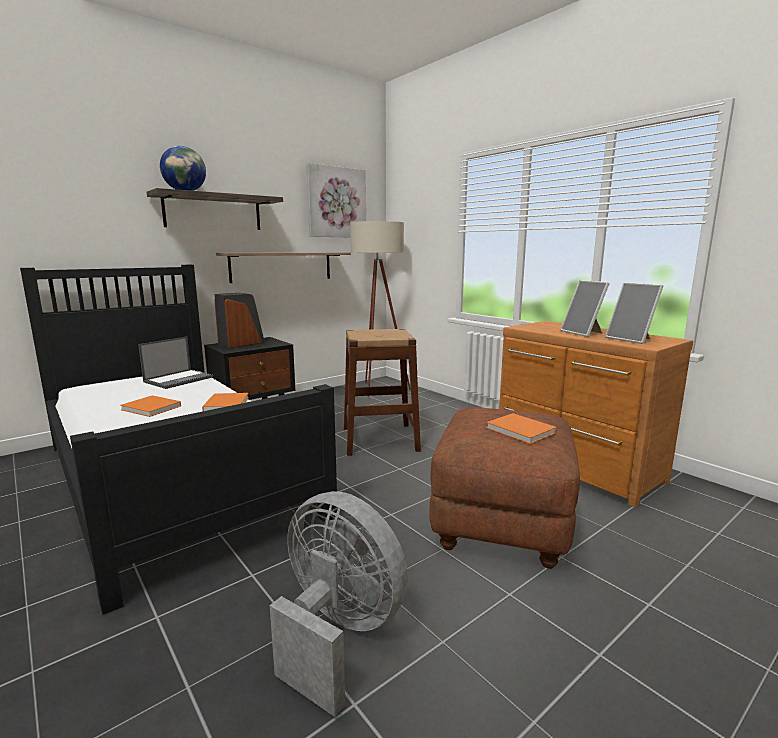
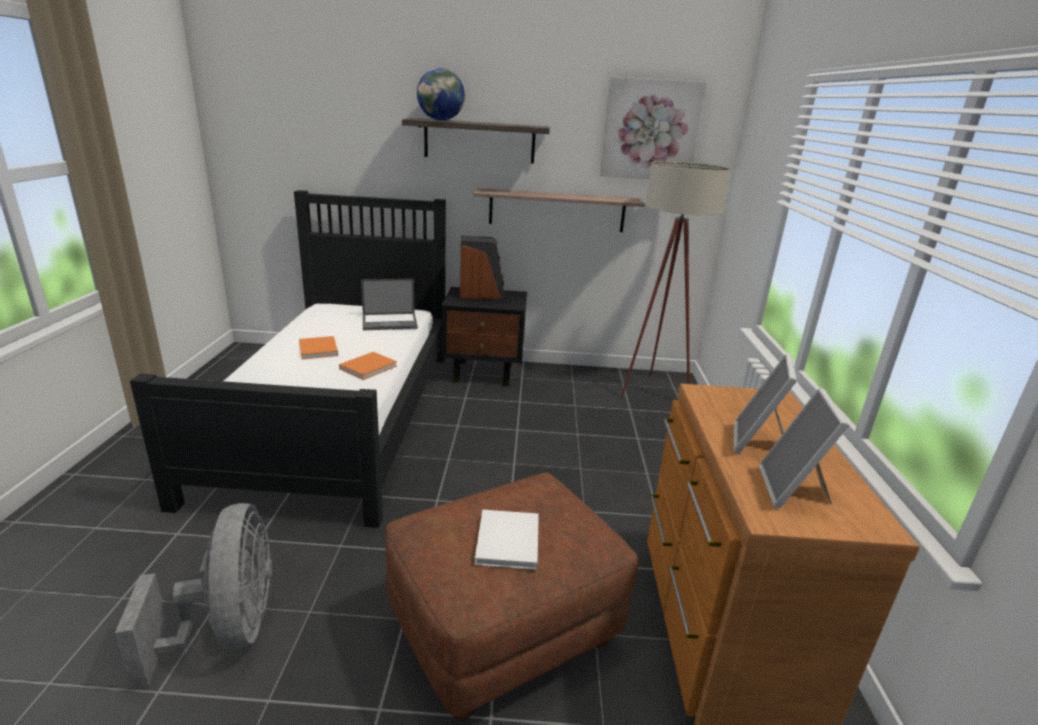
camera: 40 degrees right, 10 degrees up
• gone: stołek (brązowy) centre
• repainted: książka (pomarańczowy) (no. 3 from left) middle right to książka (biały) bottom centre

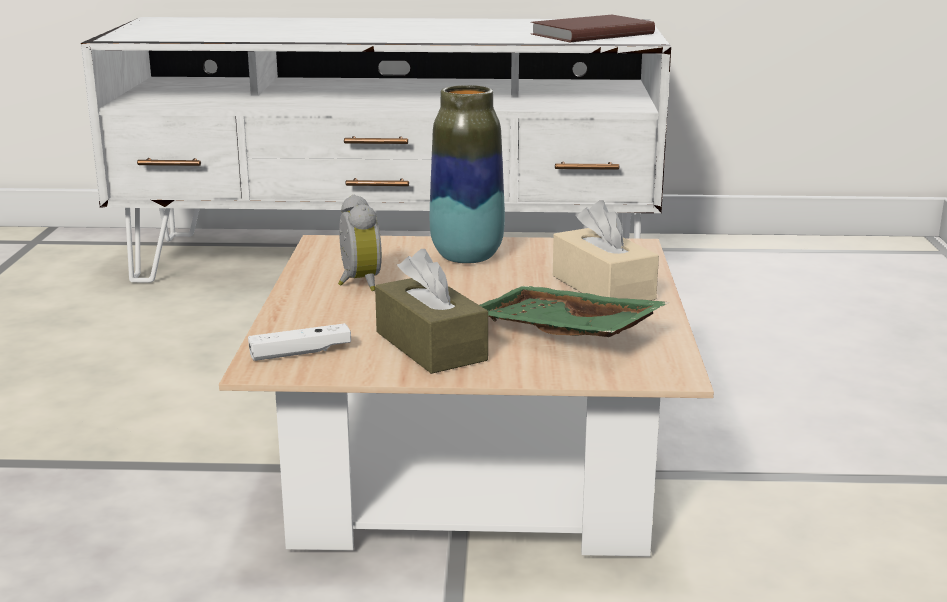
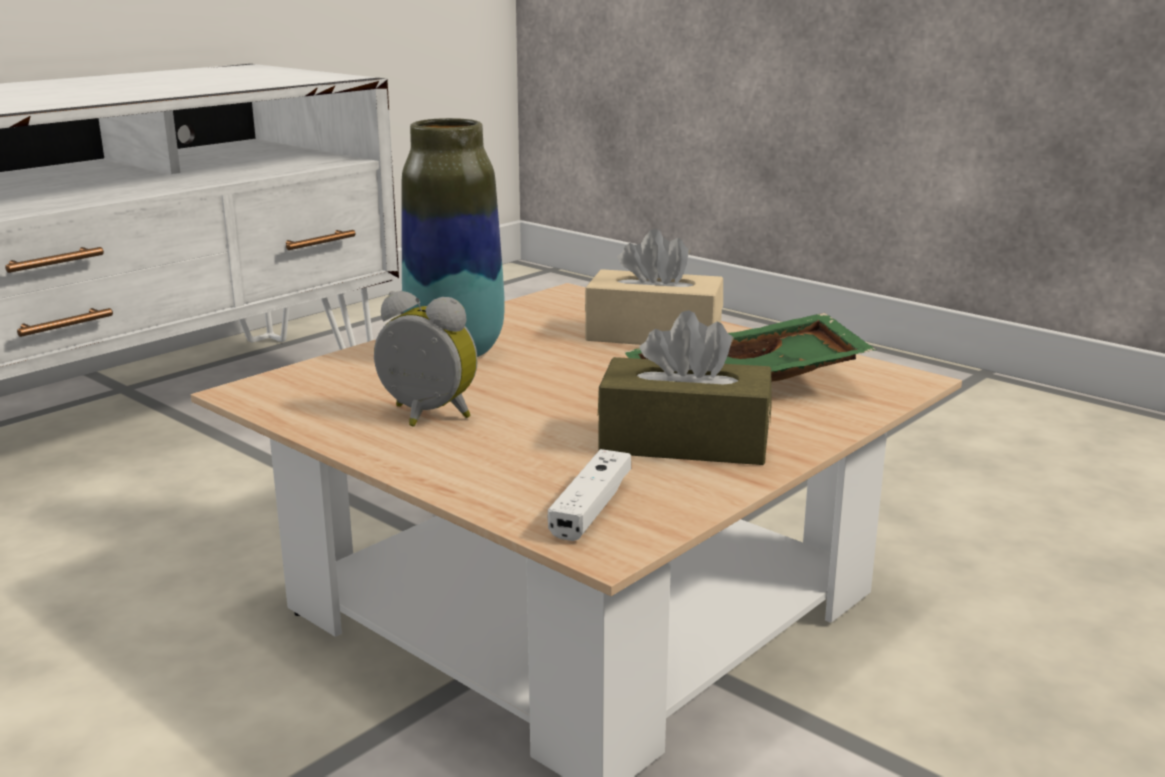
camera: 50 degrees left, 0 degrees up
• gone: książka (brązowy) top centre

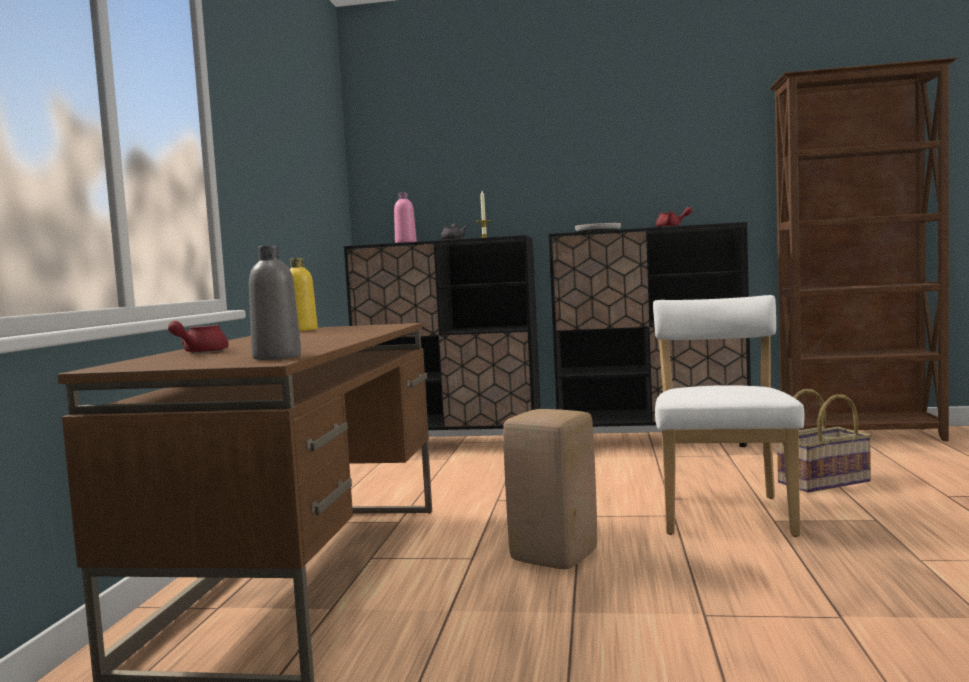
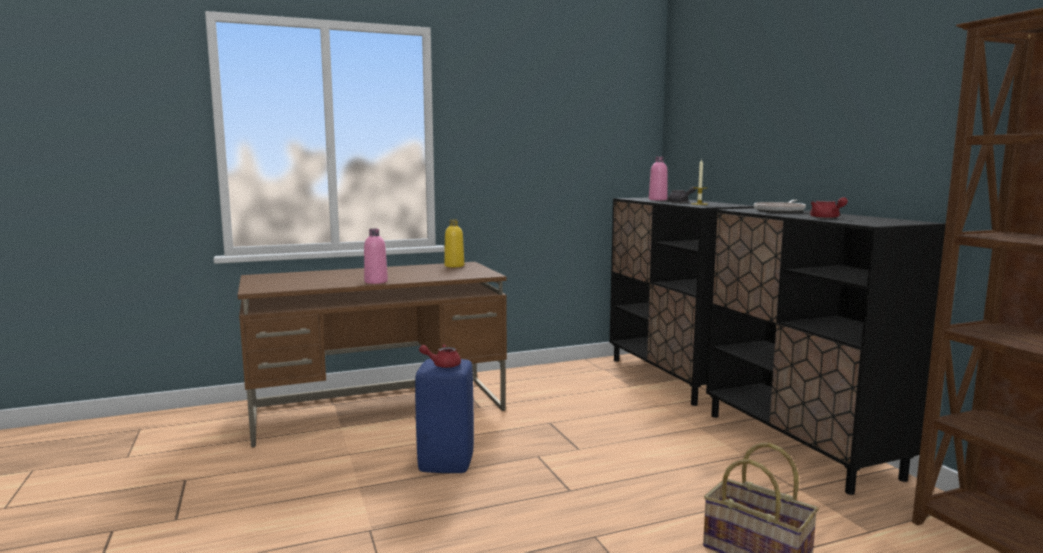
camera: 60 degrees right, 5 degrees up
• gone: butelka (szary) middle left
• gone: krzesło (biały) middle right
• new: butelka (różowy) (no. 1 from left) centre
• shifted: imbryk (czerwony) (no. 1 from left) middle left to centre
• repainted: stołek (beżowy) bottom centre to stołek (niebieski) bottom centre

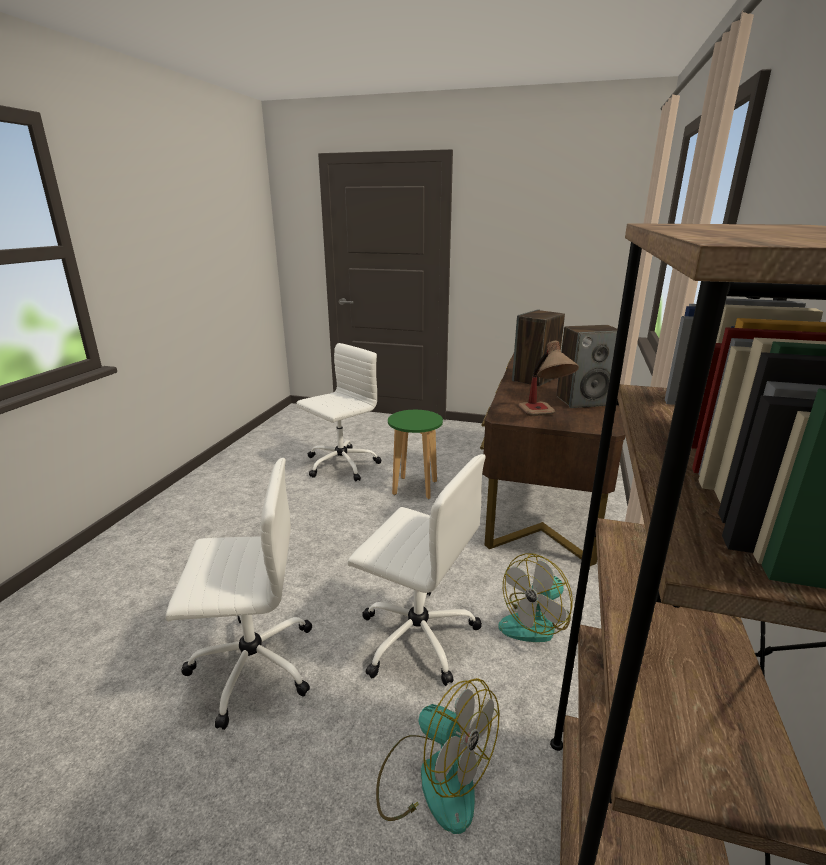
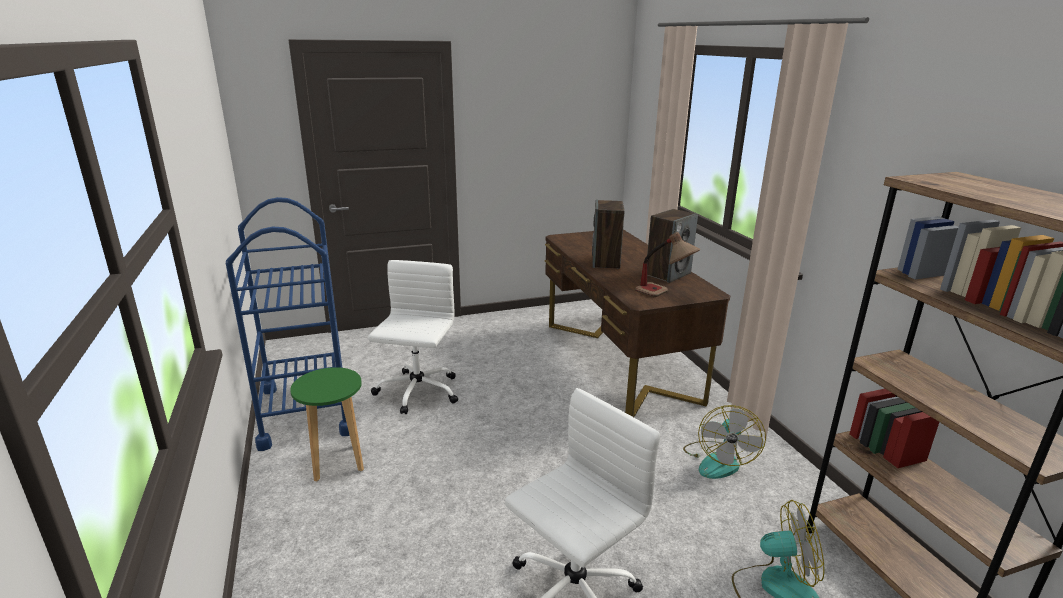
camera: 35 degrees left, 0 degrees up
• gone: krzesło biurowe (biały) (no. 3 from left) centre
• new: wózek (niebieski) middle left
• shifted: stołek (zielony) centre to bottom left

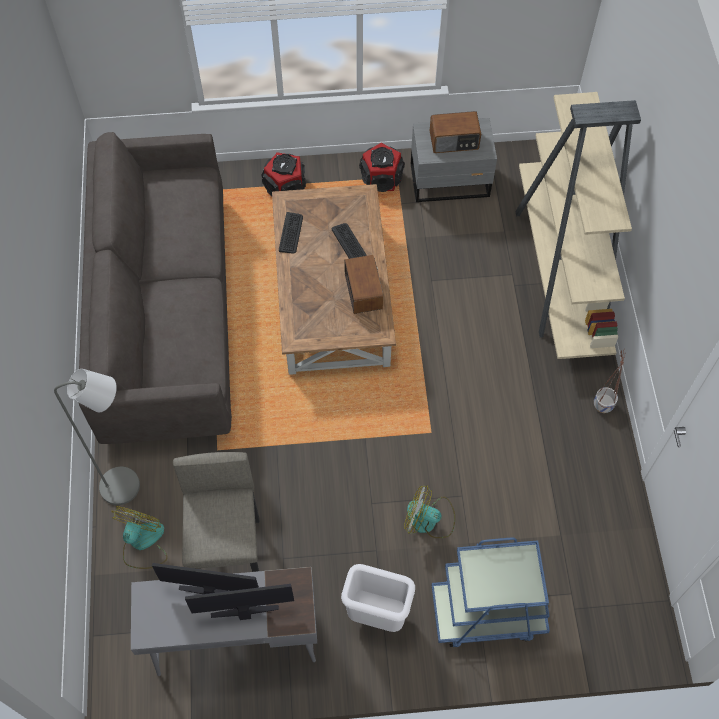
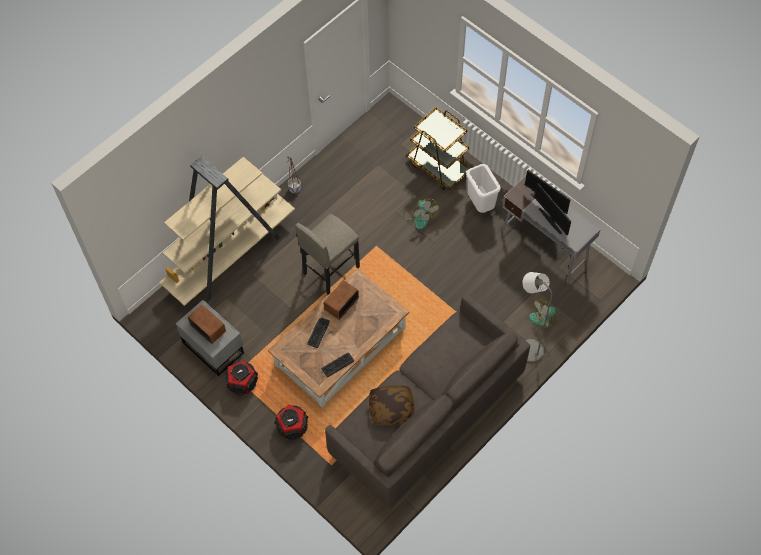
camera: 130 degrees left, 0 degrees up
• new: poduszka bottom centre
• shifted: stołek (szary) bottom left to centre
• repainted: wózek (niebieski) bottom right to wózek (brązowy) top centre

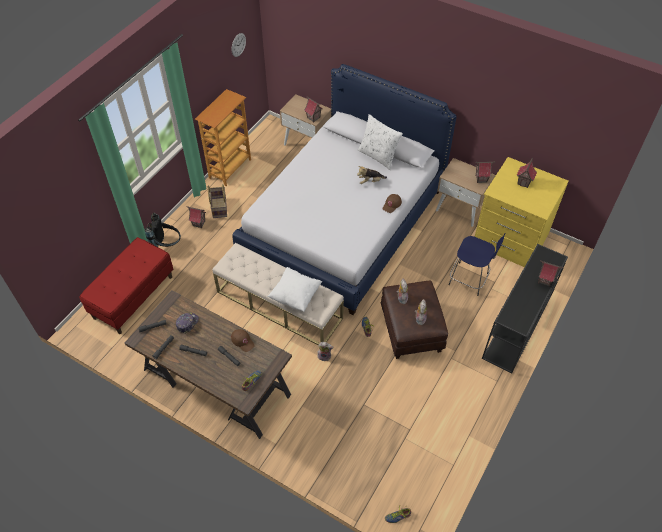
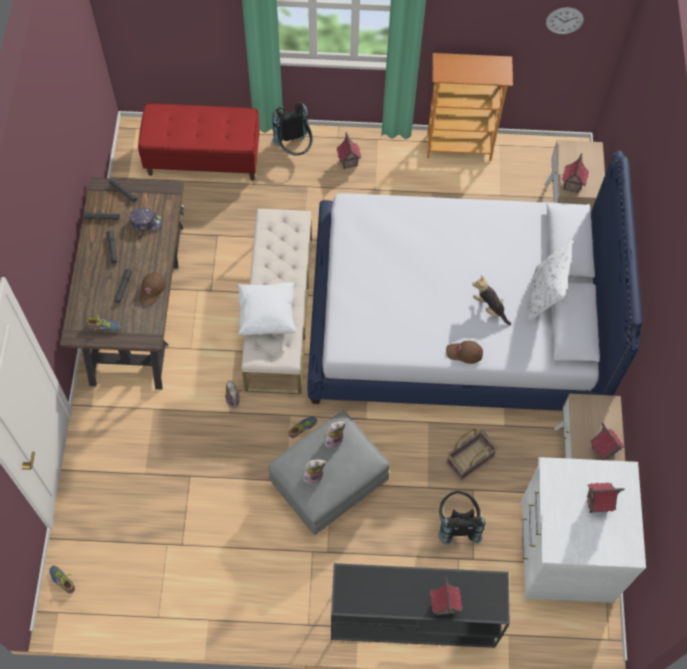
camera: 60 degrees right, 10 degrees up
• shifted: koszyk middle left to bottom right
• swapped: stołek (niebieski) middle right to plecak (czarny) (no. 2 from left) bottom right
• repainted: pufa (brązowy) centre to pufa (szary) bottom centre
• repainted: komoda (żółty) middle right to komoda (biały) bottom right

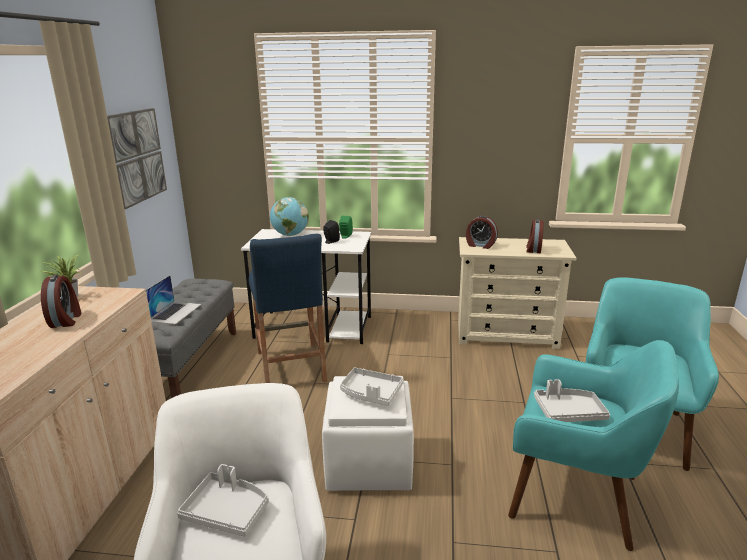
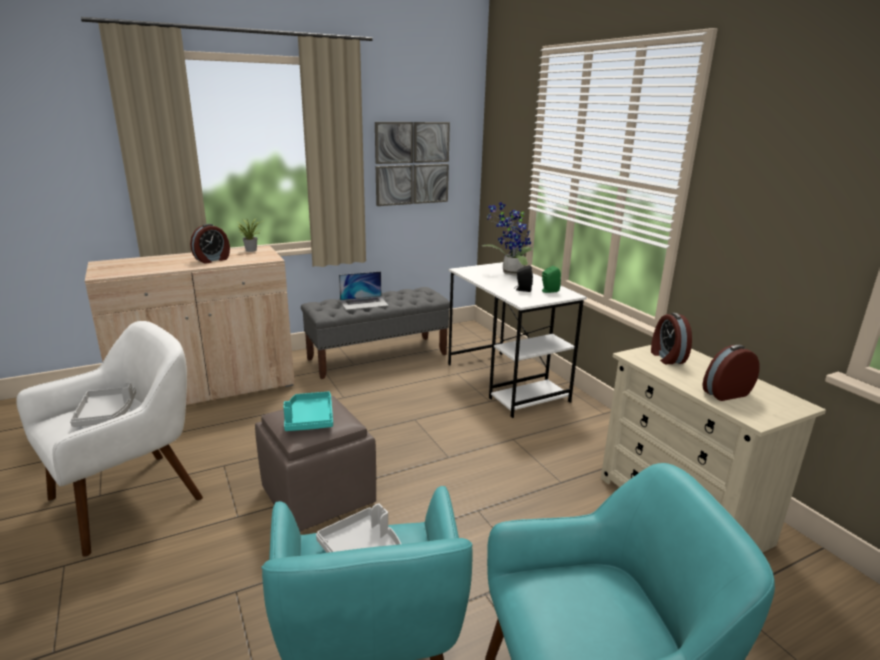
camera: 55 degrees right, 0 degrees up
• gone: stołek (niebieski) centre
• swapped: globus centre to roślina doniczkowa (no. 2 from left) centre
• repainted: pufa (biały) bottom centre to pufa (brązowy) bottom centre
• repainted: taca (szary) (no. 2 from left) bottom centre to taca (turkusowy) centre

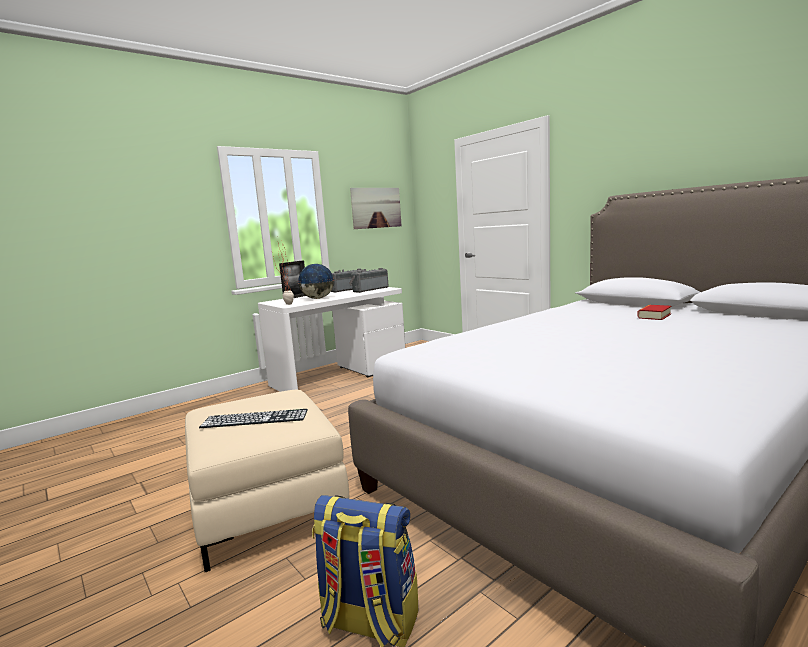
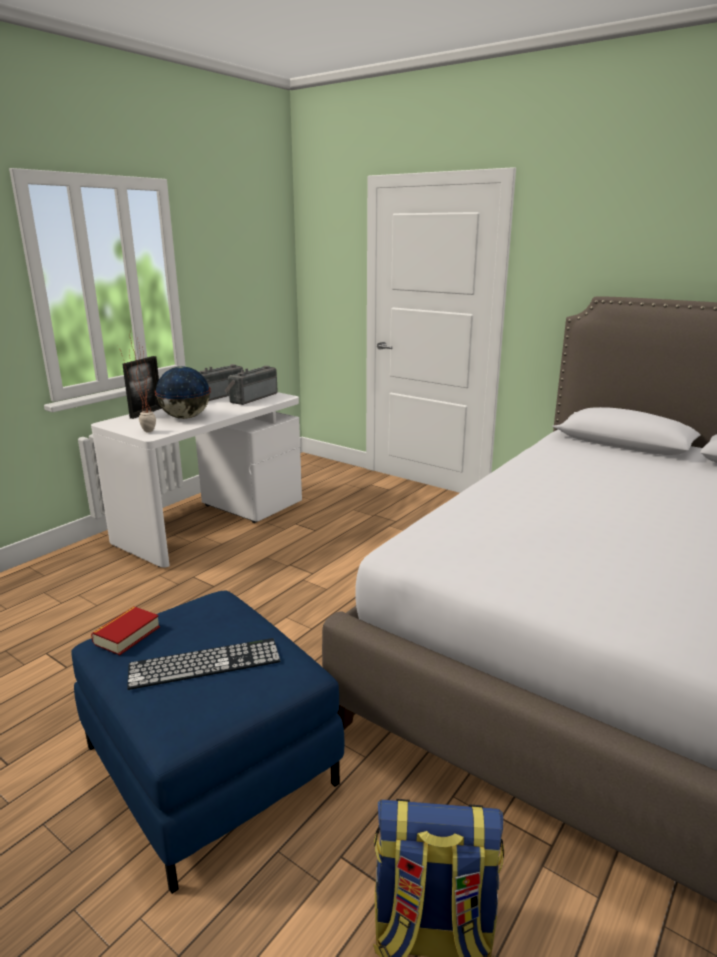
camera: 15 degrees left, 10 degrees up
• gone: obraz top centre
• shifted: książka middle right to middle left
• repainted: pufa (beżowy) bottom left to pufa (niebieski) bottom left

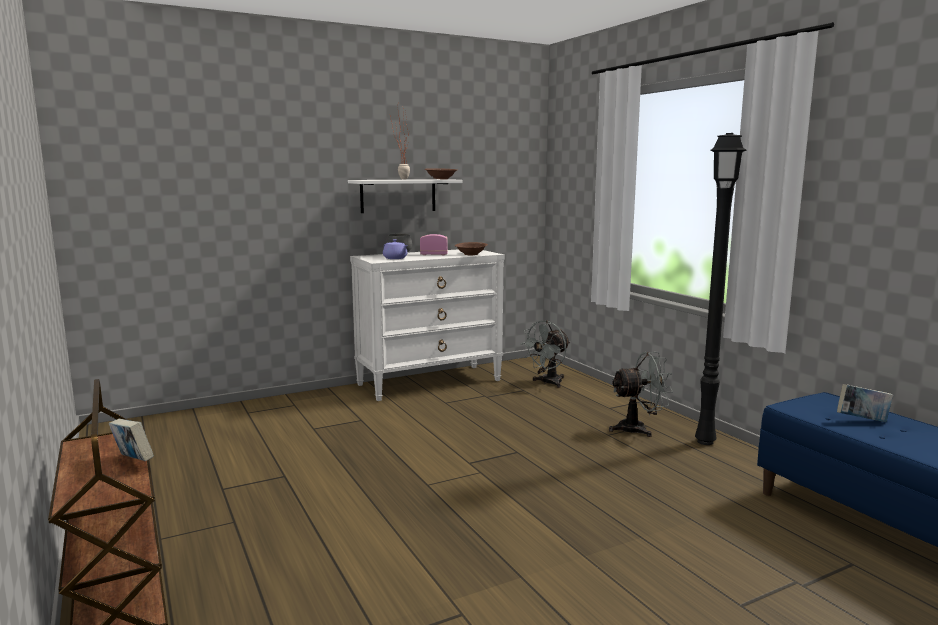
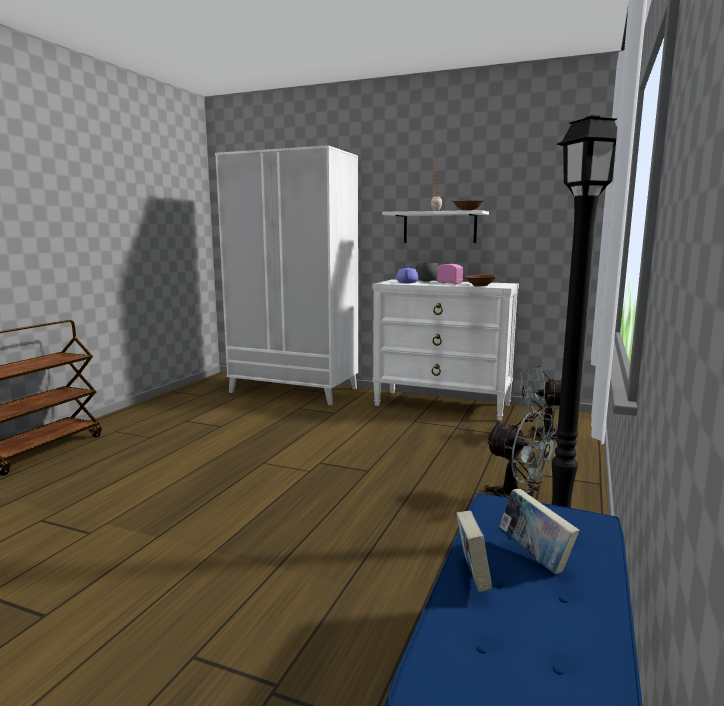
camera: 50 degrees right, 0 degrees up
• new: szafa (biały) centre
• shifted: książka (no. 1 from left) bottom left to bottom centre

